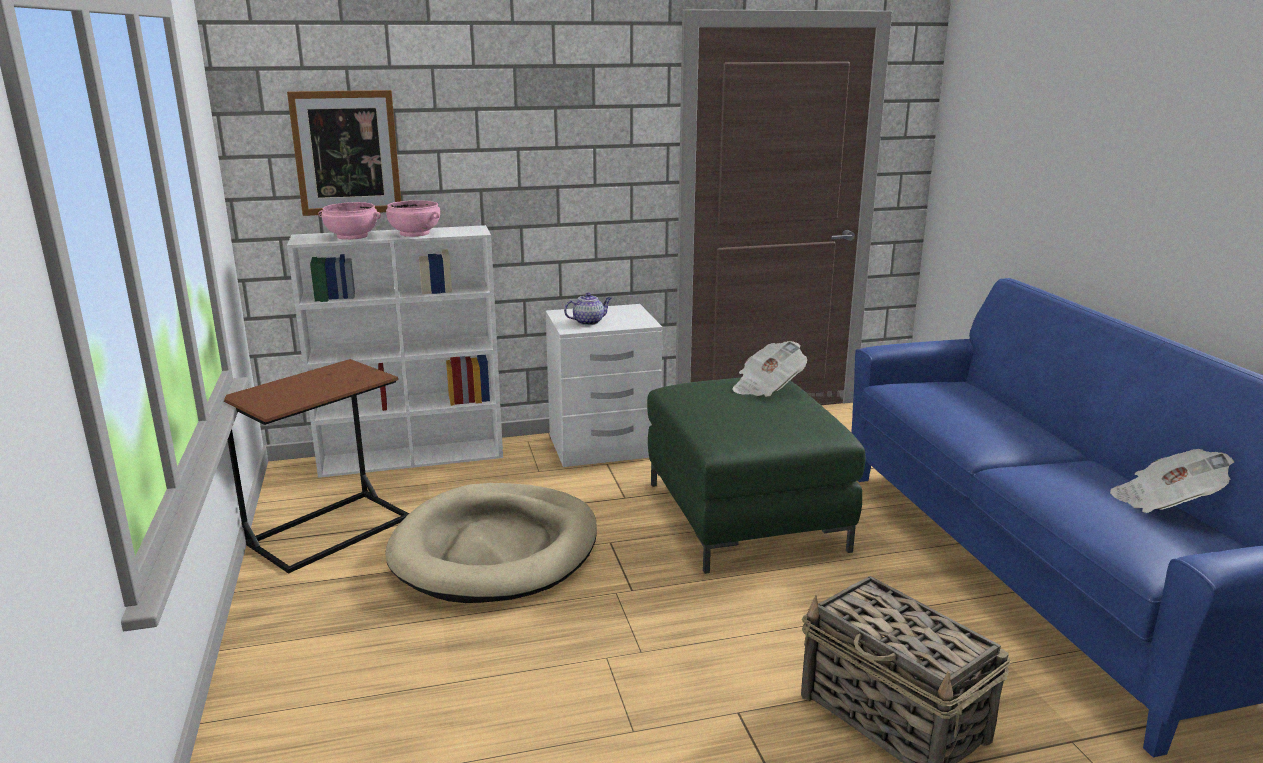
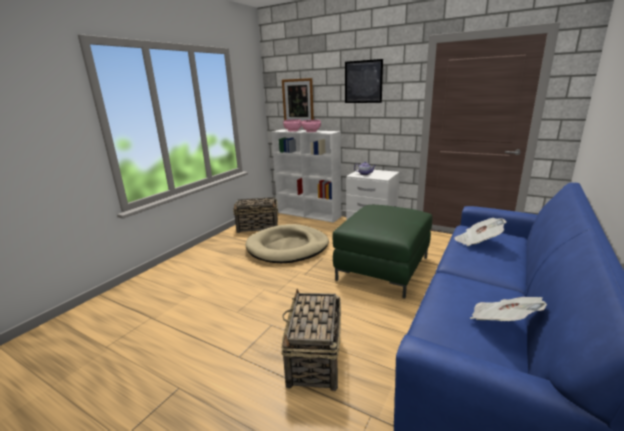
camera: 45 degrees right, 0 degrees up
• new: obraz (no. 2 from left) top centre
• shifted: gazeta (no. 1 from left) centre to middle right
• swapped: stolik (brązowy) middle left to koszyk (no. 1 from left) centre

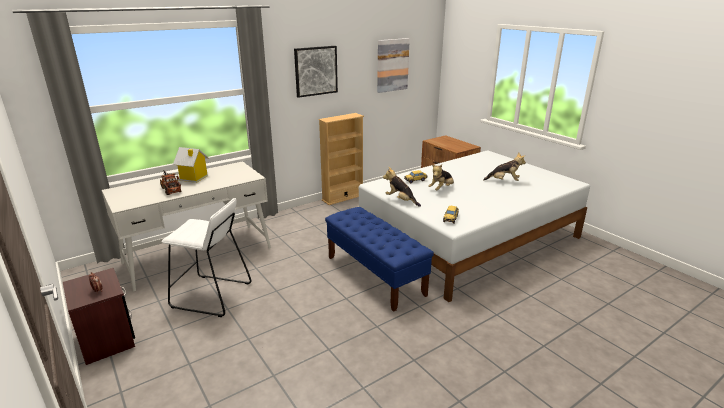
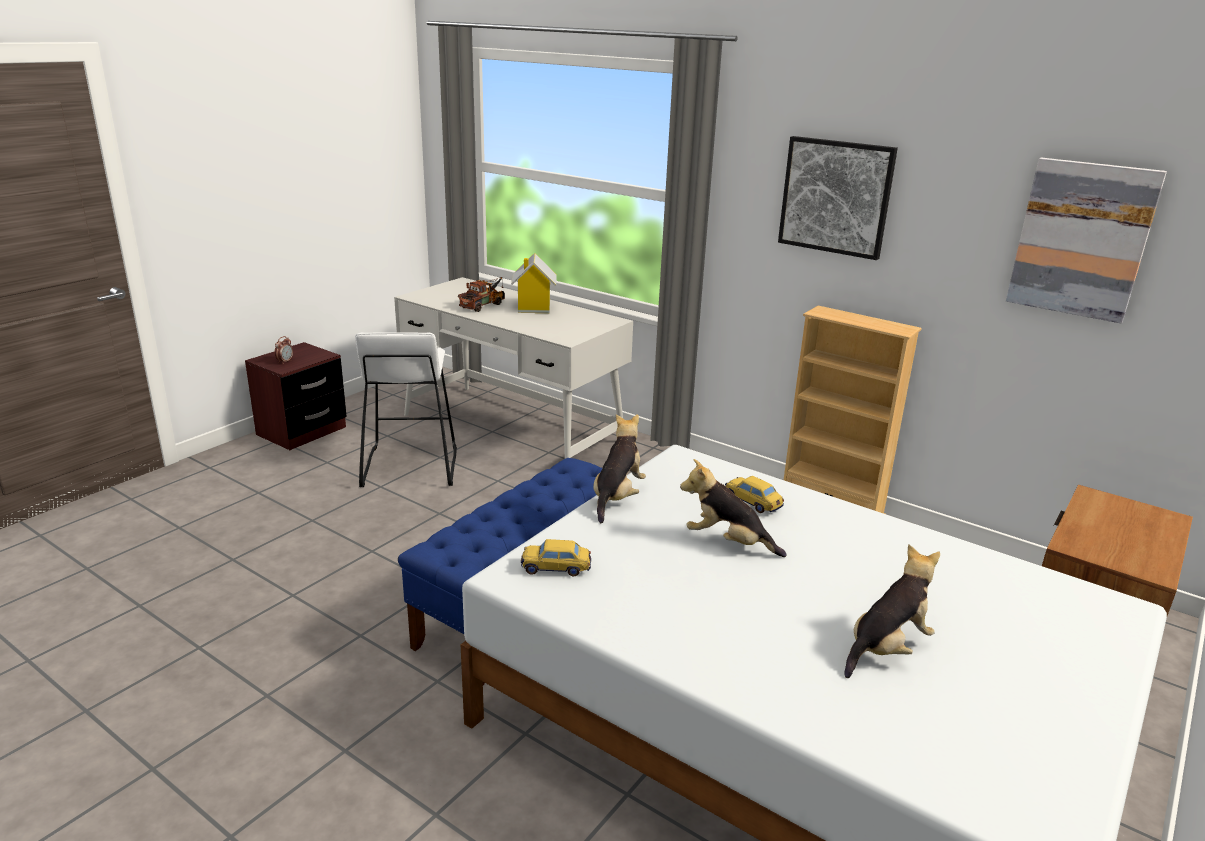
camera: 70 degrees right, 0 degrees up
• rotated: pluszak (no. 3 from left) middle right = bottom right 120 degrees counterclockwise

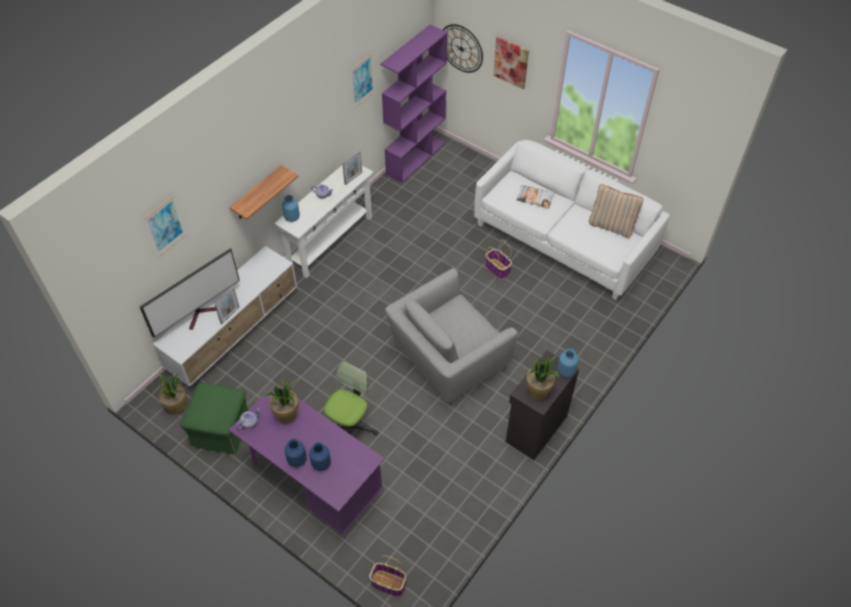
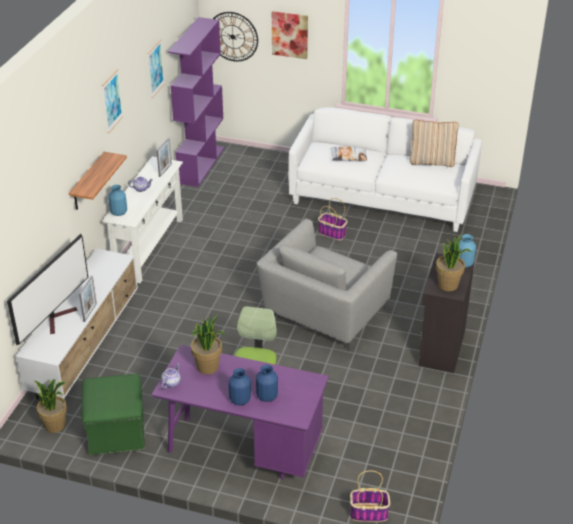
camera: 20 degrees left, 15 degrees down
• shifted: obraz (no. 1 from left) middle left to top left

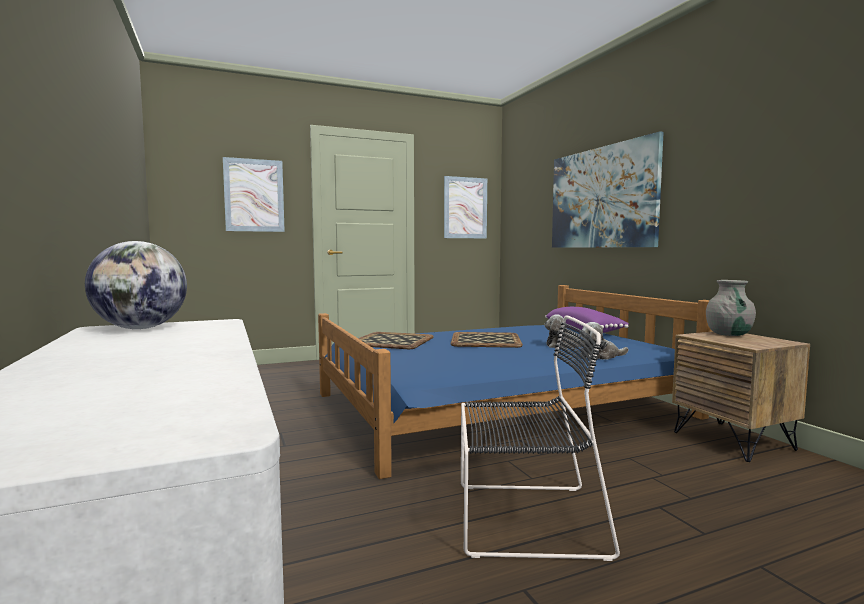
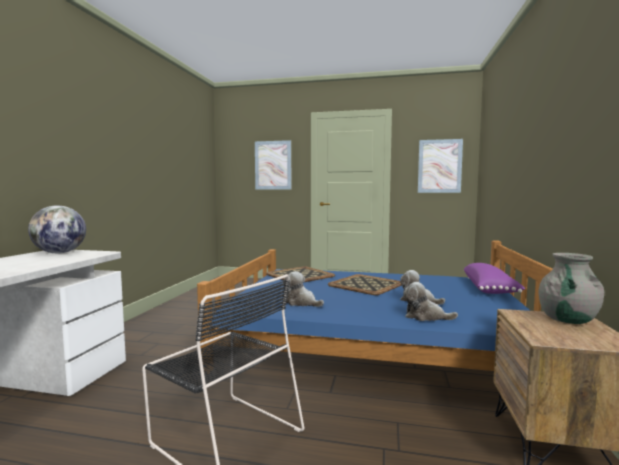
camera: 35 degrees right, 0 degrees up
• gone: obraz (no. 3 from left) top right
• new: pluszak (no. 1 from left) centre

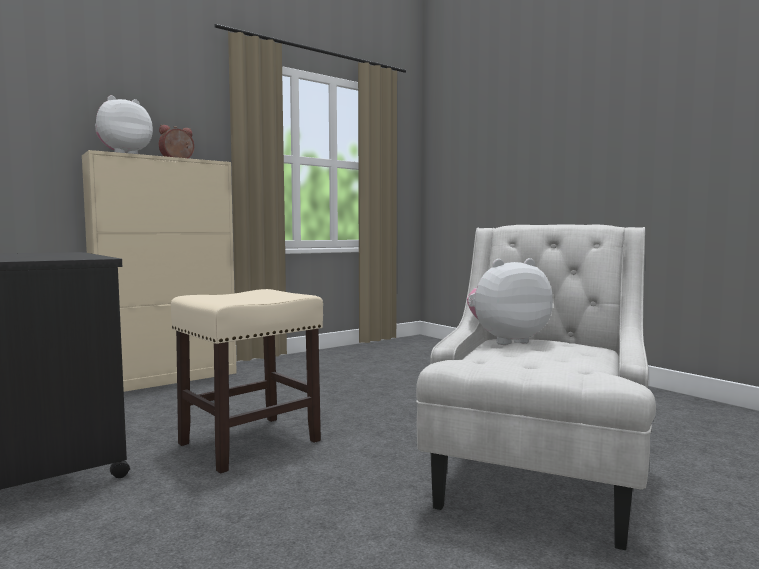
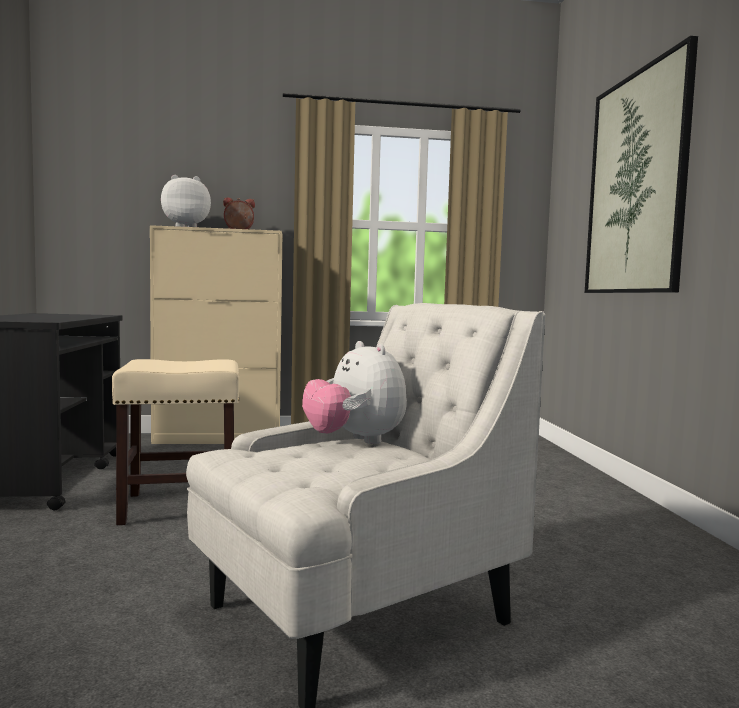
camera: 30 degrees right, 0 degrees up
• new: obraz top right
• rotated: pluszak (no. 2 from left) middle right = centre 135 degrees counterclockwise

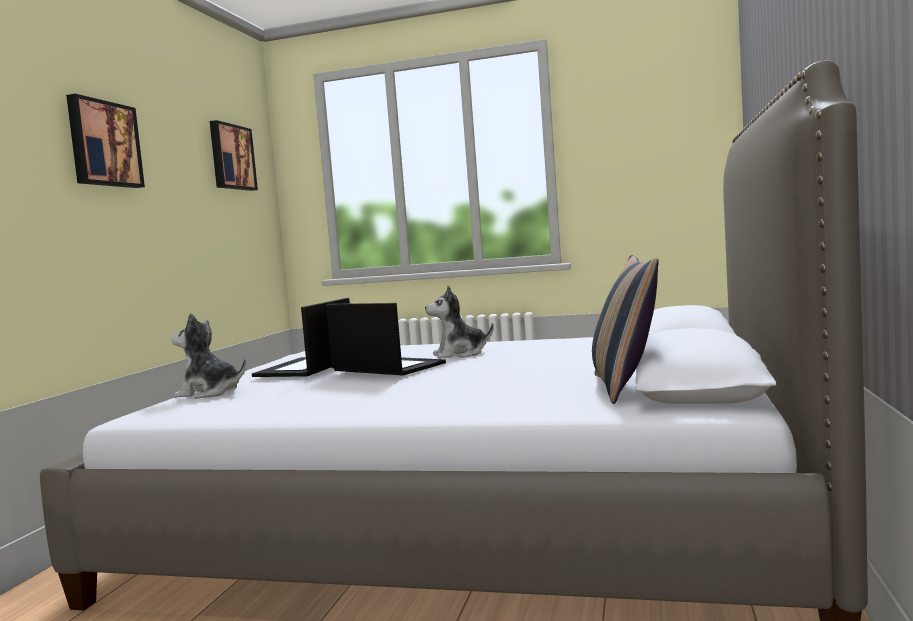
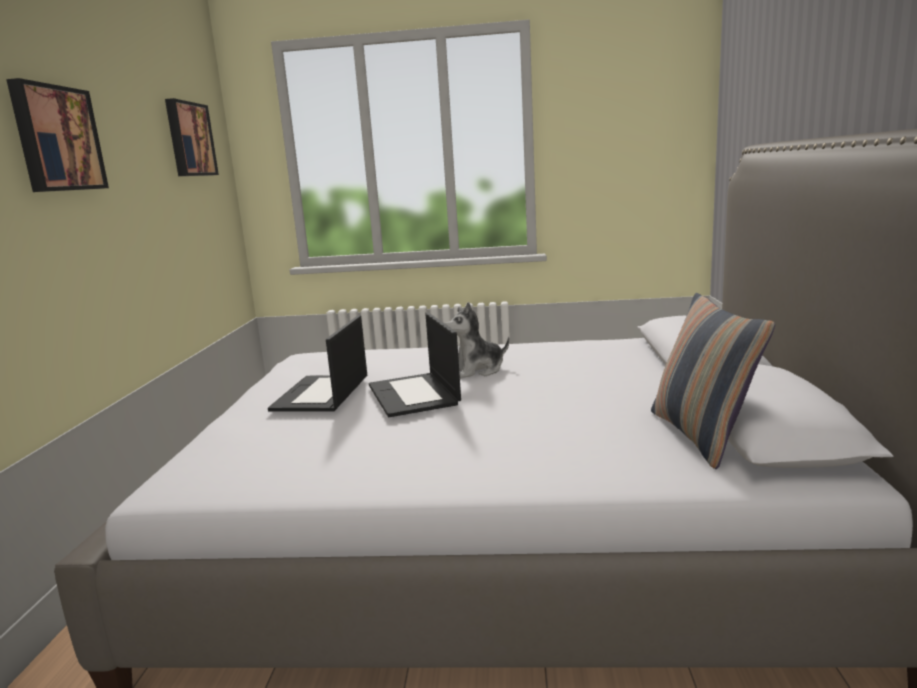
camera: 10 degrees left, 10 degrees up
• gone: pluszak (no. 1 from left) middle left
• rotated: laptop (no. 2 from left) centre = centre 135 degrees counterclockwise

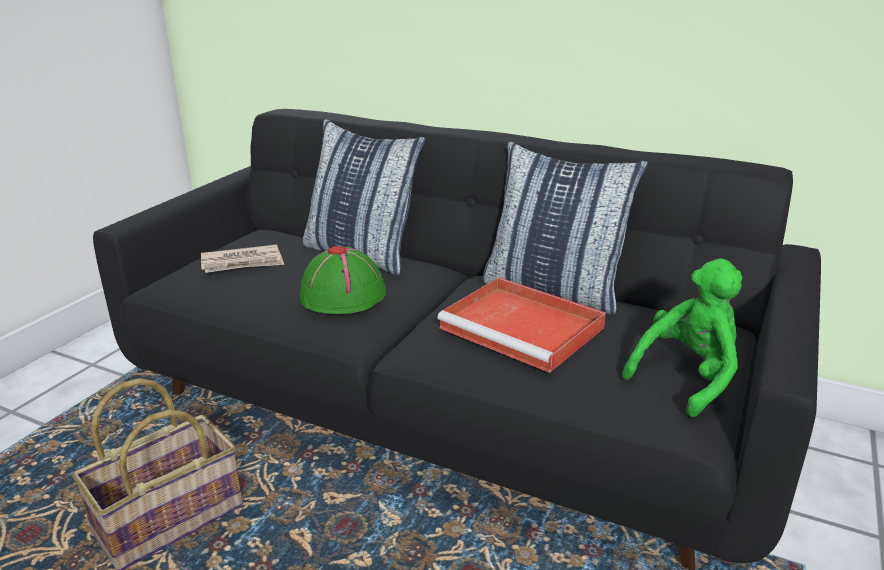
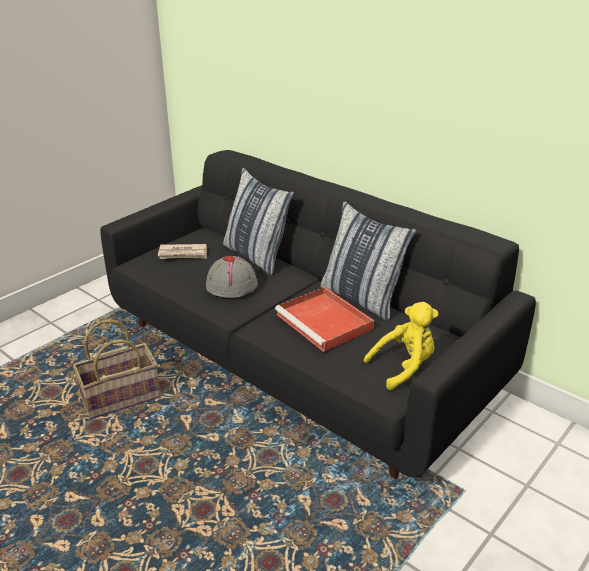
camera: 15 degrees right, 5 degrees up
• repainted: kapelusz (zielony) centre to kapelusz (szary) centre
• repainted: pluszak (zielony) middle right to pluszak (żółty) middle right

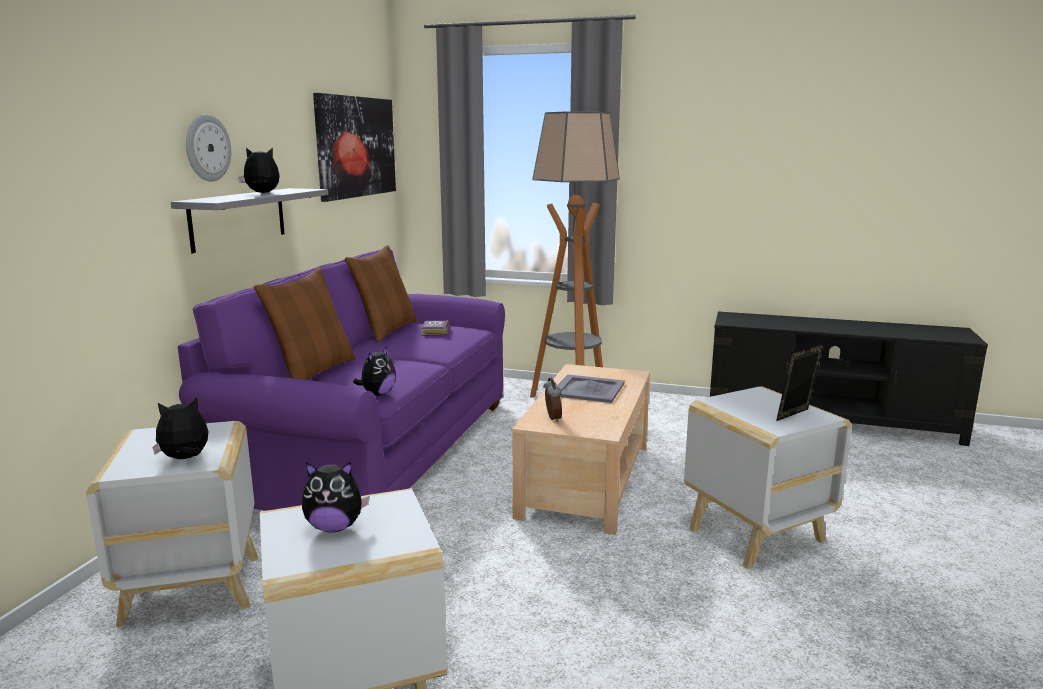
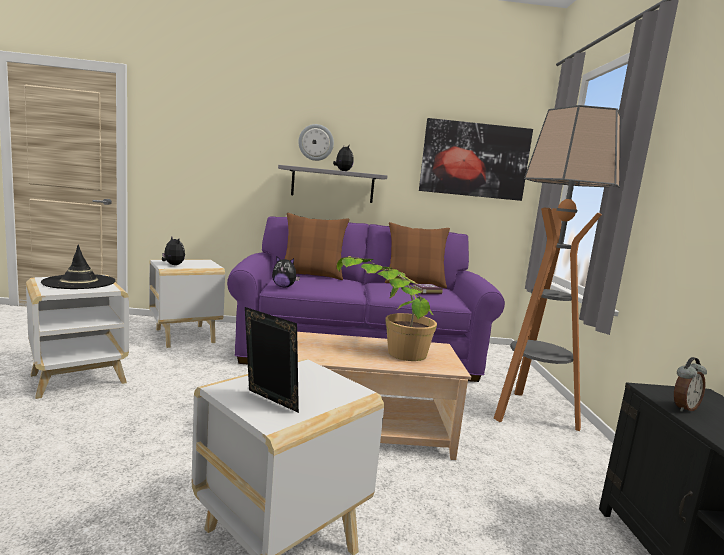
camera: 70 degrees right, 5 degrees down
• shifted: budzik centre to bottom right
• swapped: pluszak (no. 3 from left) bottom left to kapelusz (czarny) middle left
• swapped: taca (szary) centre to roślina doniczkowa centre

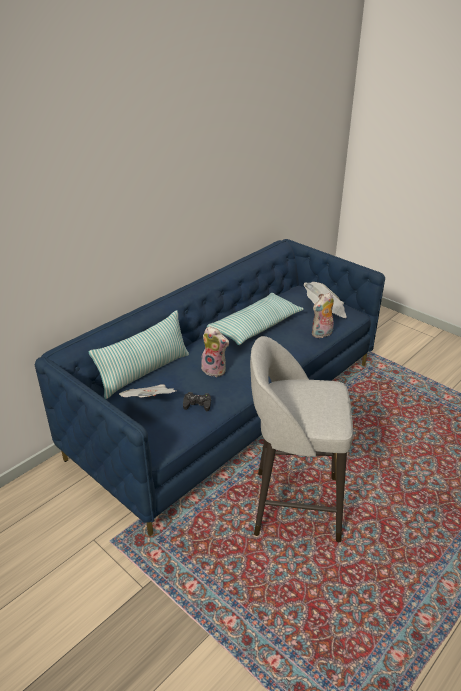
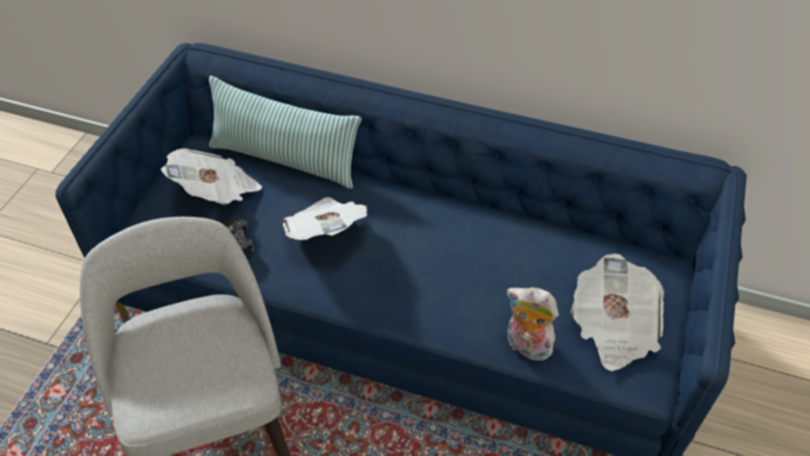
camera: 65 degrees right, 15 degrees up
• gone: poduszka (no. 2 from left) centre
• swapped: pluszak (no. 1 from left) centre to gazeta (no. 2 from left) centre

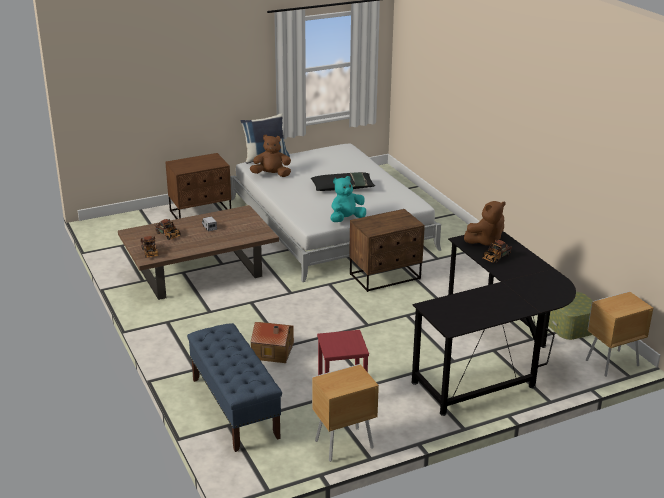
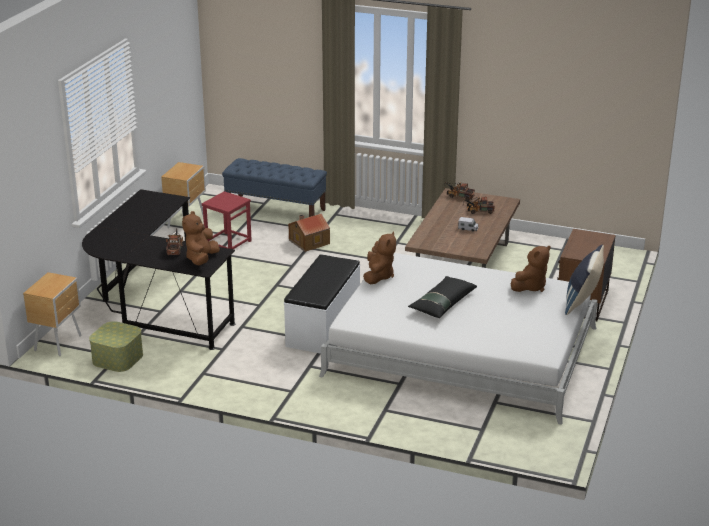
camera: 135 degrees right, 0 degrees up
• swapped: szafka nocna (brązowy) (no. 3 from left) centre to ławka (biały) centre
• repainted: pluszak (turkusowy) centre to pluszak (brązowy) (no. 2 from left) centre

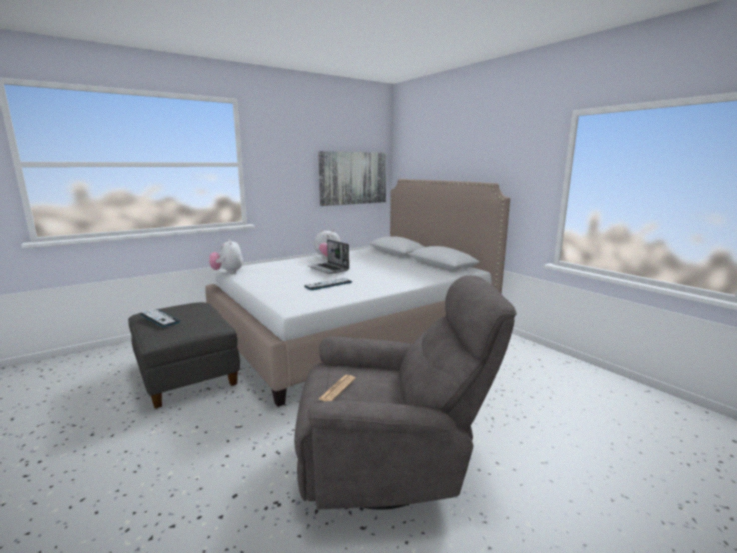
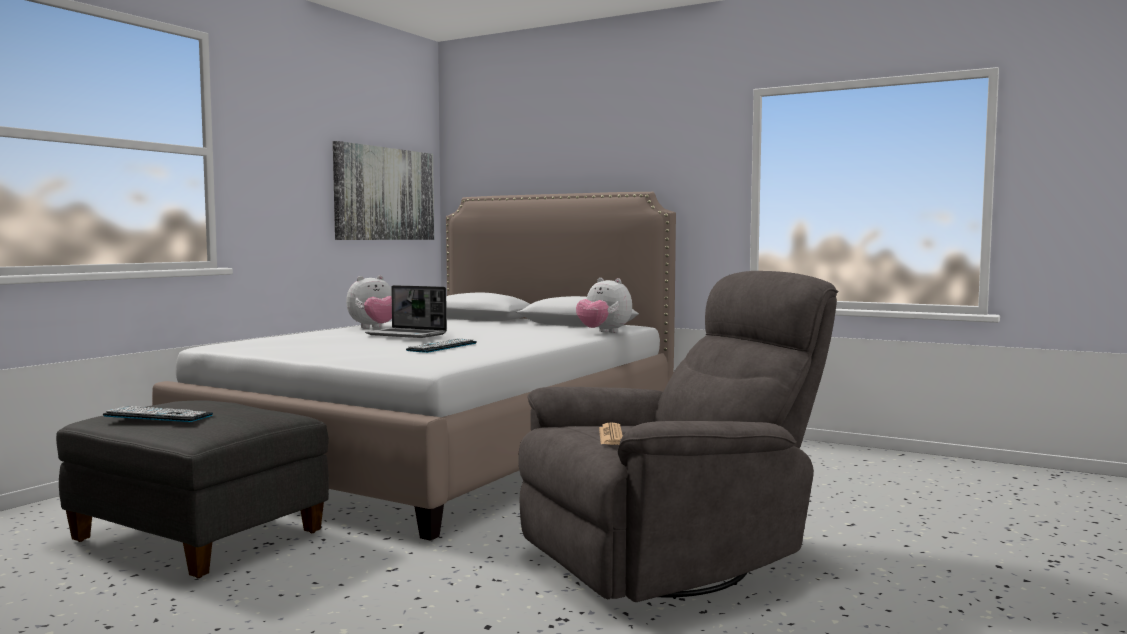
camera: 25 degrees left, 10 degrees down
• shifted: pluszak (no. 1 from left in the first image) middle left to pluszak (no. 2 from left) centre

